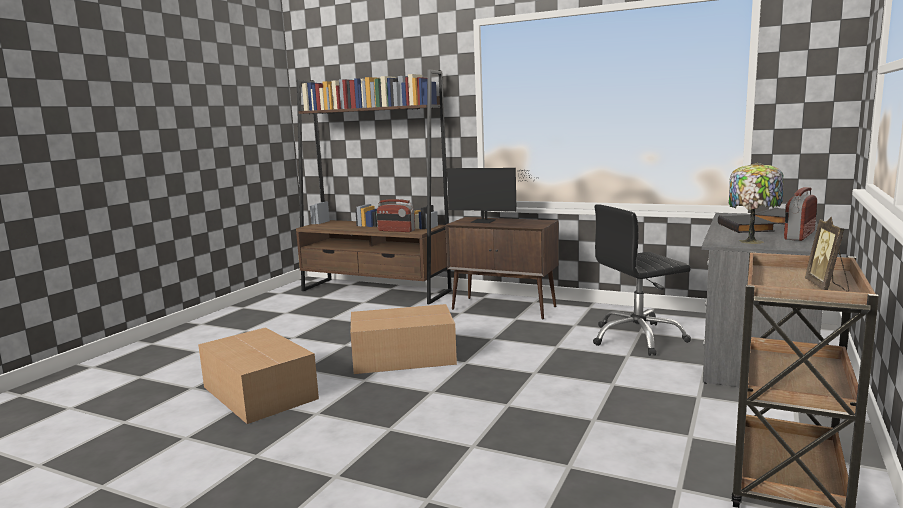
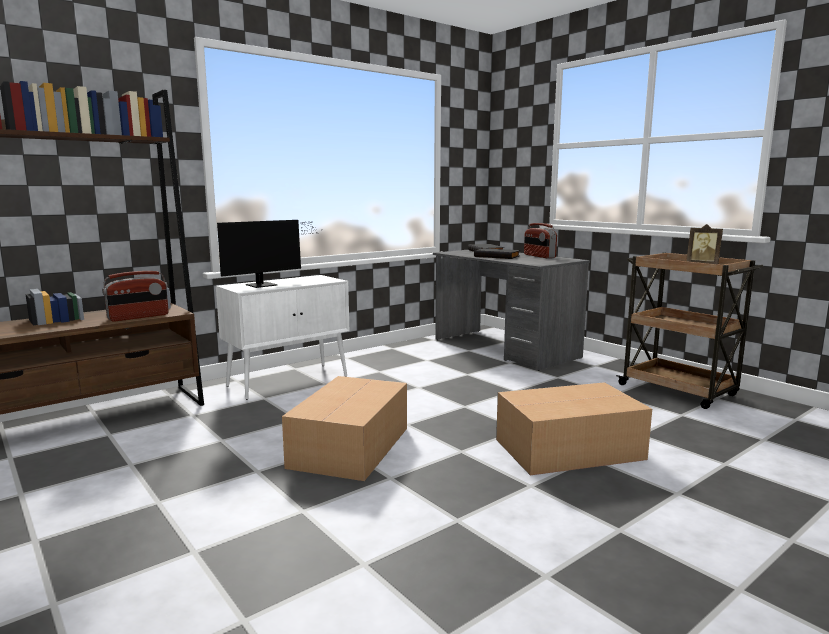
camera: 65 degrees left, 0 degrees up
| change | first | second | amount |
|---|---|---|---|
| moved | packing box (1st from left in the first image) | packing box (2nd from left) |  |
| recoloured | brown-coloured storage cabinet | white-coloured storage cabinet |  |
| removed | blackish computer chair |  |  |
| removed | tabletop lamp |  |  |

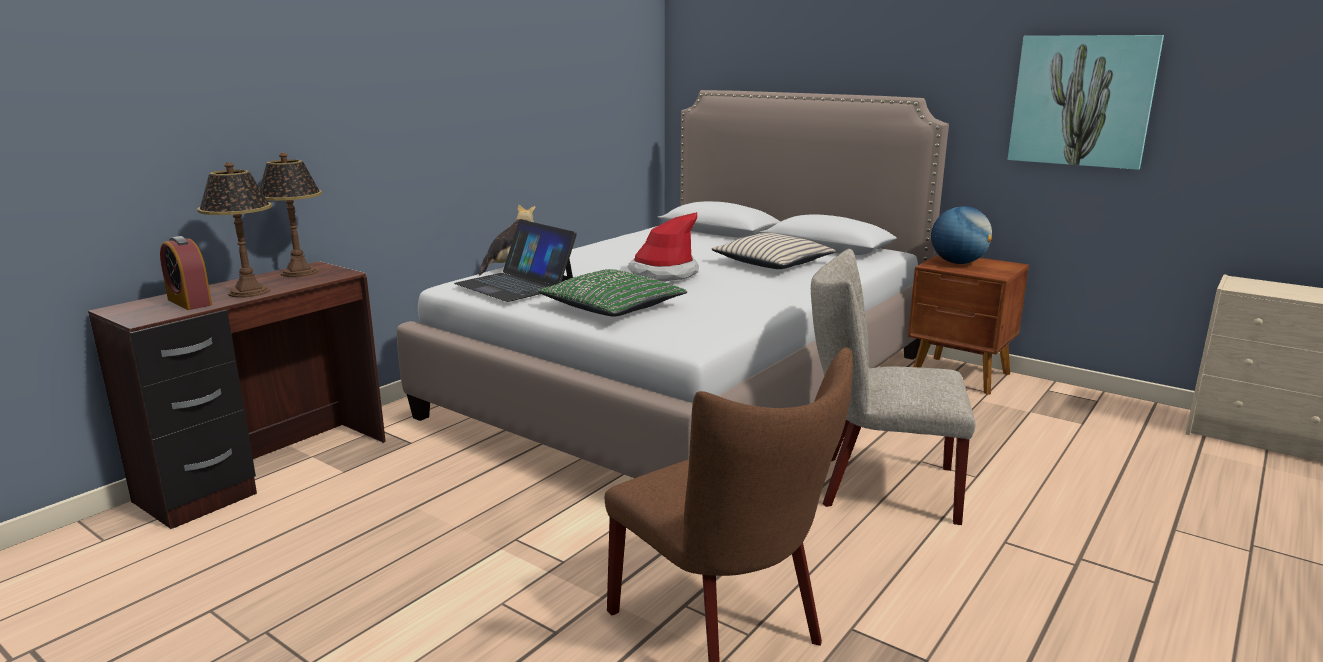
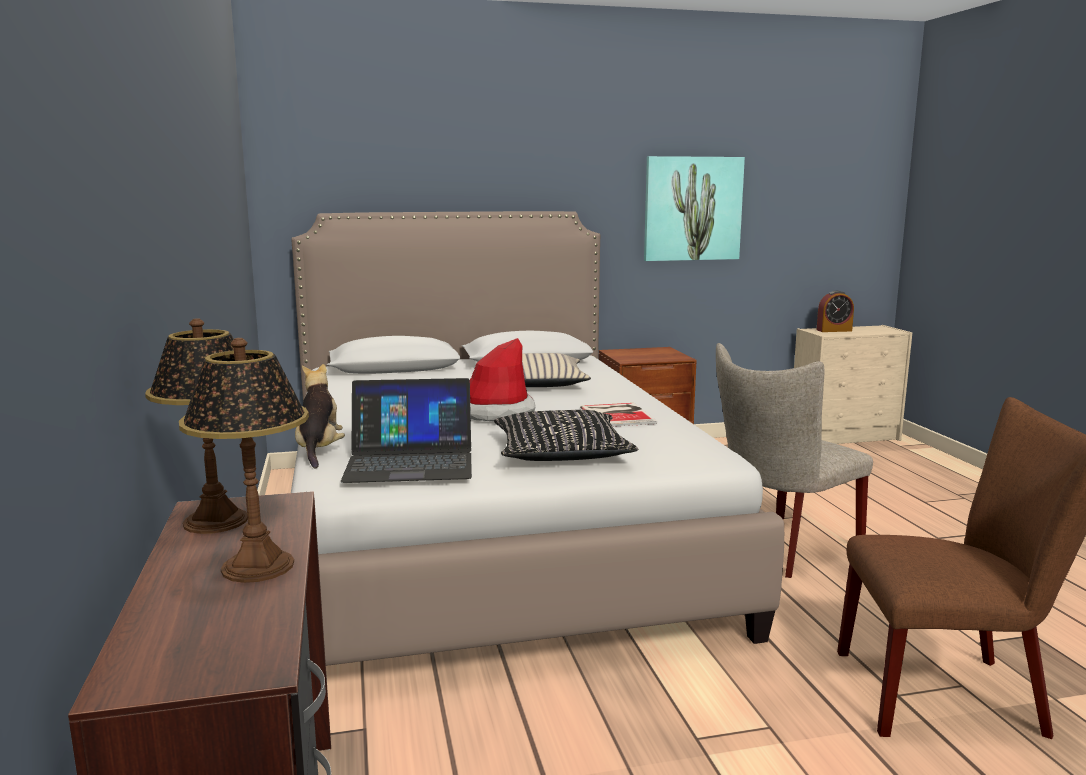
camera: 50 degrees left, 5 degrees down
| change | first | second | amount |
|---|---|---|---|
| moved | alarm clock |  |  |
| recoloured | green-coloured throw pillow | blackish throw pillow |  |
| removed | desk globe |  |  |
| added |  | volume |  |

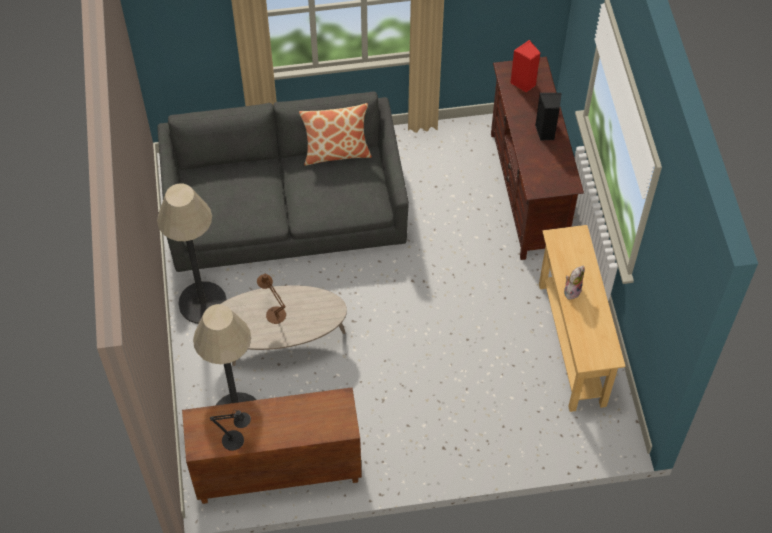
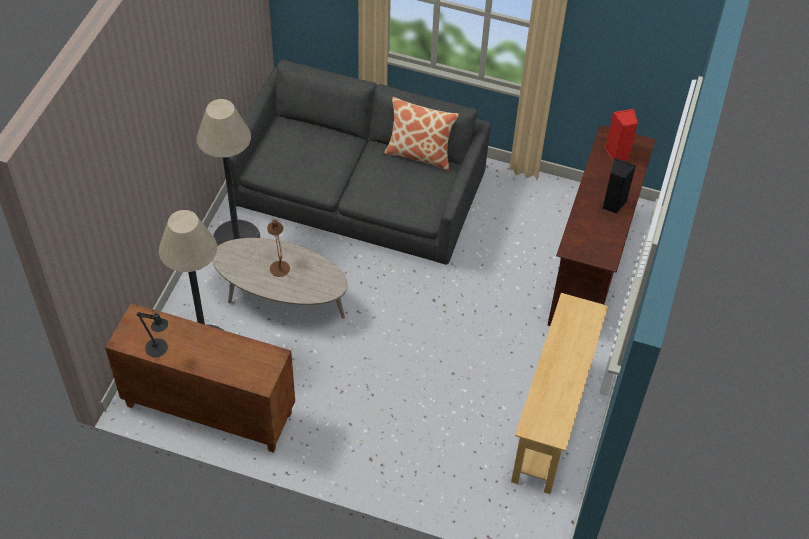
camera: 25 degrees right, 5 degrees down
| change | first | second | amount |
|---|---|---|---|
| removed | plush toy |  |  |

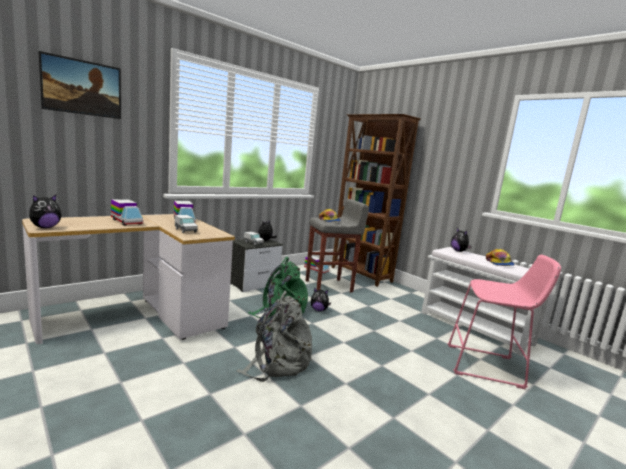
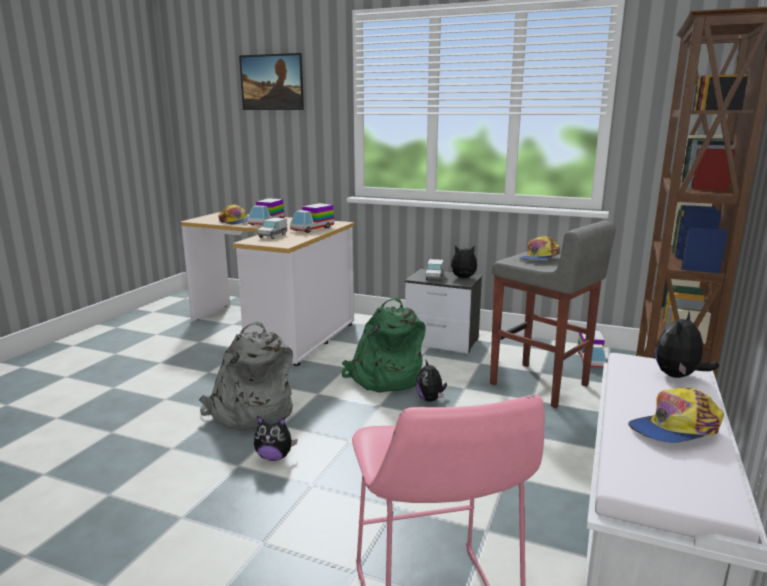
camera: 65 degrees right, 5 degrees up
| change | first | second | amount |
|---|---|---|---|
| moved | plush toy (1st from left) |  |  |
| added |  | peaked cap (1st from left) |  |

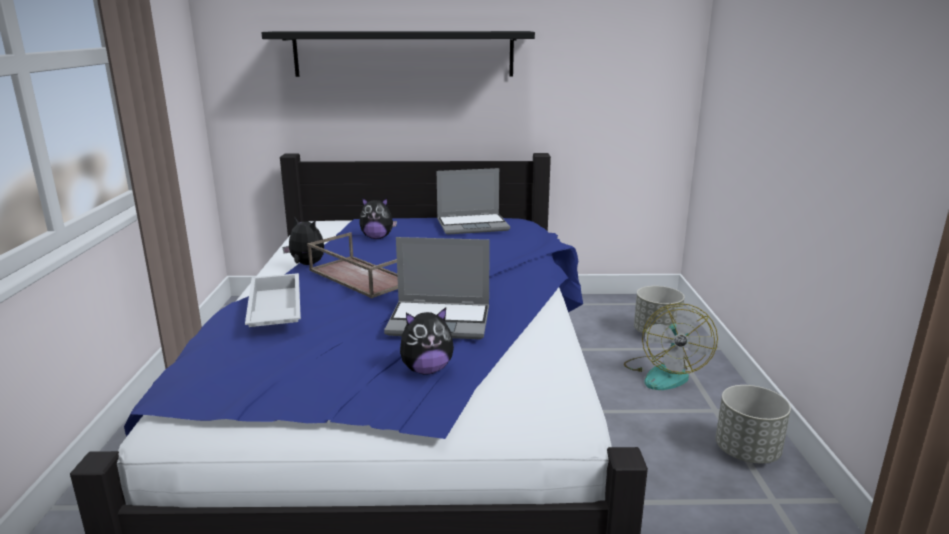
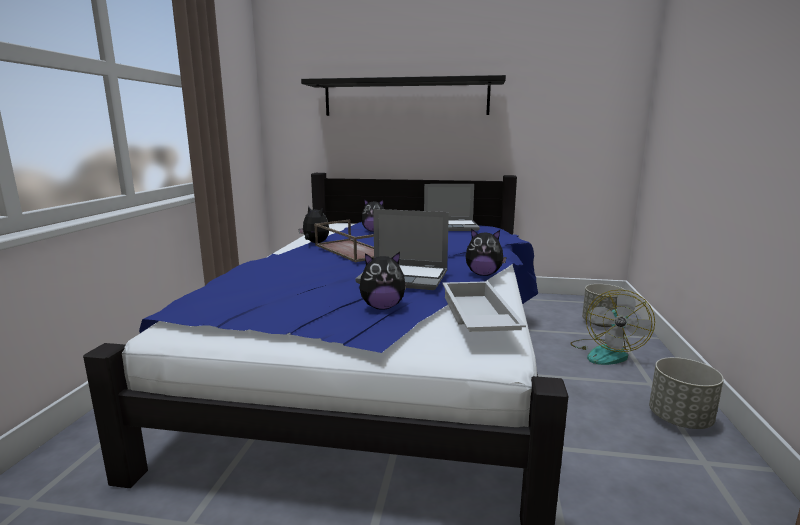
camera: 10 degrees right, 5 degrees down
| change | first | second | amount |
|---|---|---|---|
| moved | white-coloured tray |  |  |
| added |  | plush toy (4th from left) |  |

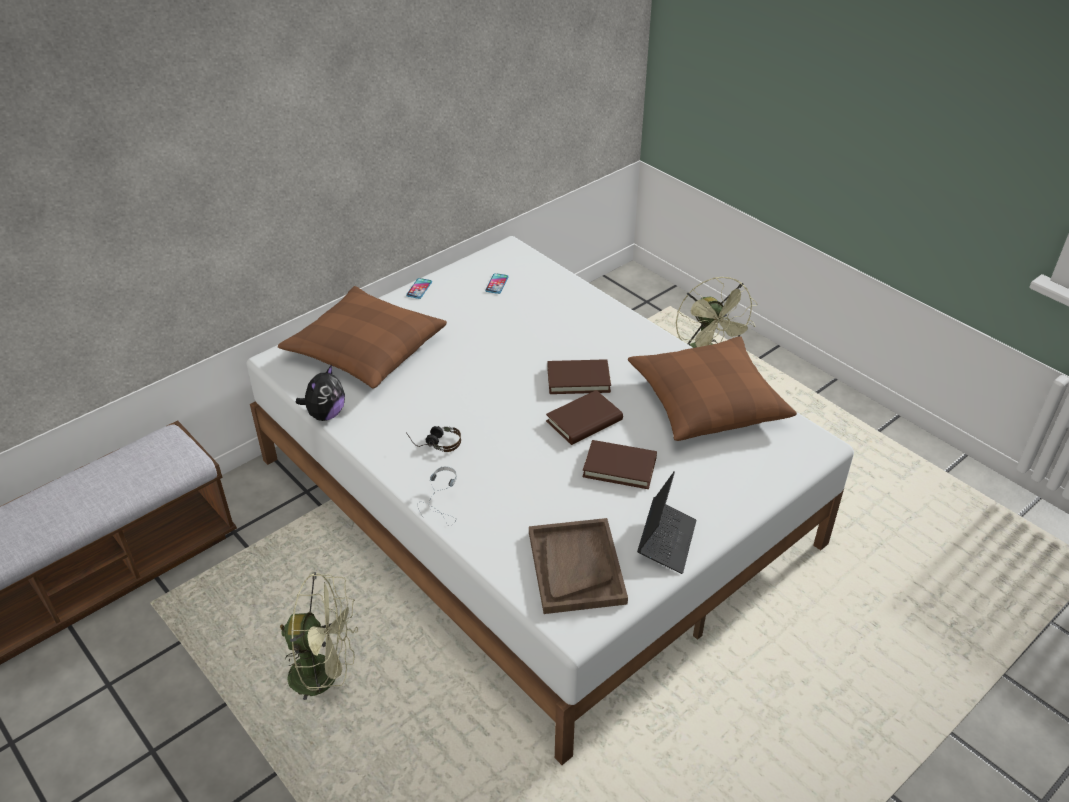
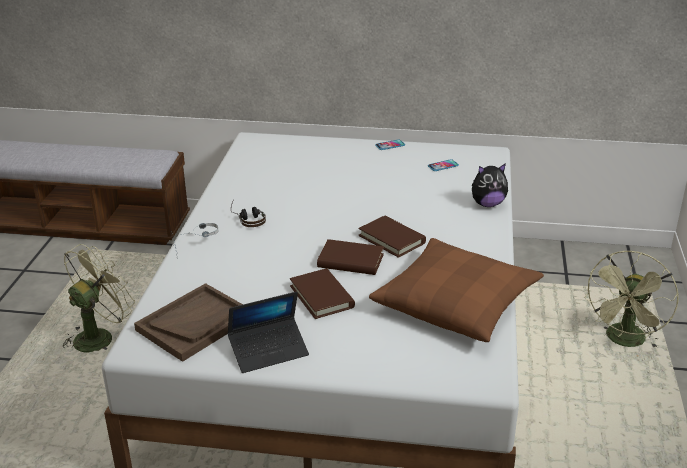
camera: 50 degrees right, 10 degrees down
| change | first | second | amount |
|---|---|---|---|
| removed | brown-coloured throw pillow (1st from left) |  |  |
| turned | green-coloured cooling fan (1st from left) |  | 105 degrees counterclockwise |
| moved | plush toy |  |  |

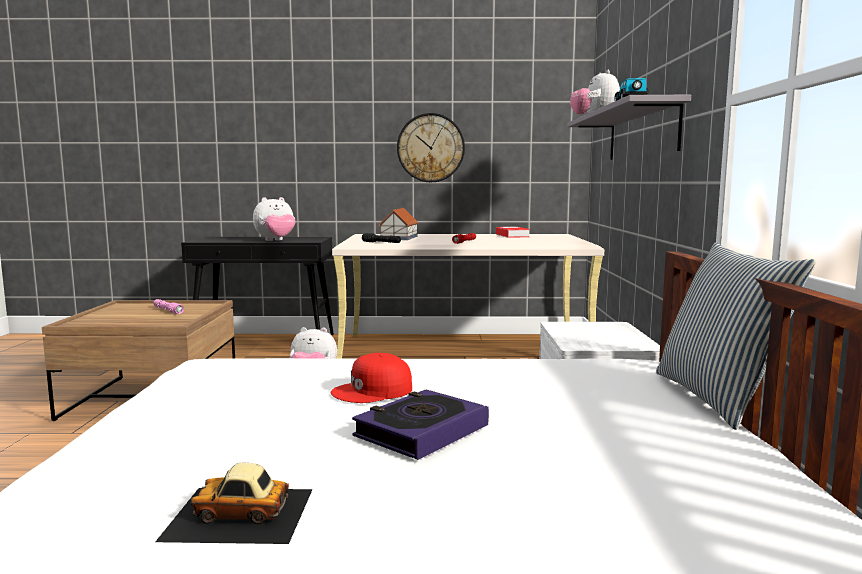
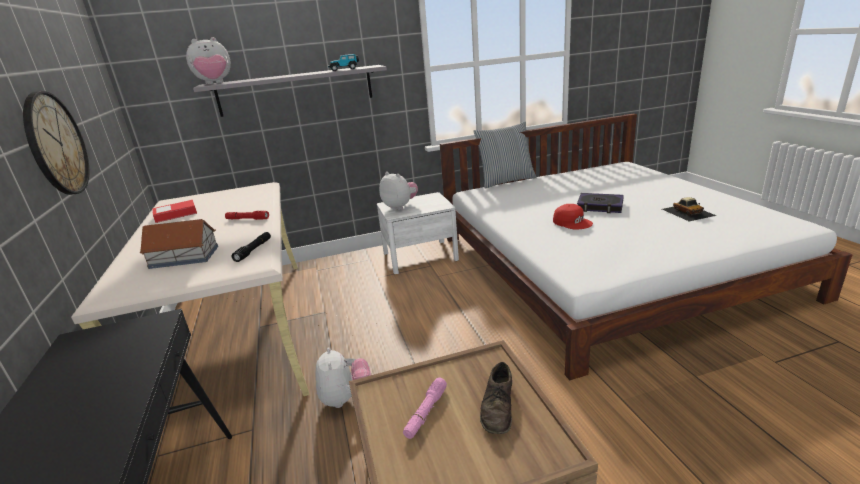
camera: 105 degrees left, 15 degrees up
| change | first | second | amount |
|---|---|---|---|
| moved | plush toy (1st from left in the first image) | plush toy (3rd from left) |  |
| added |  | brown-coloured low shoe |  |

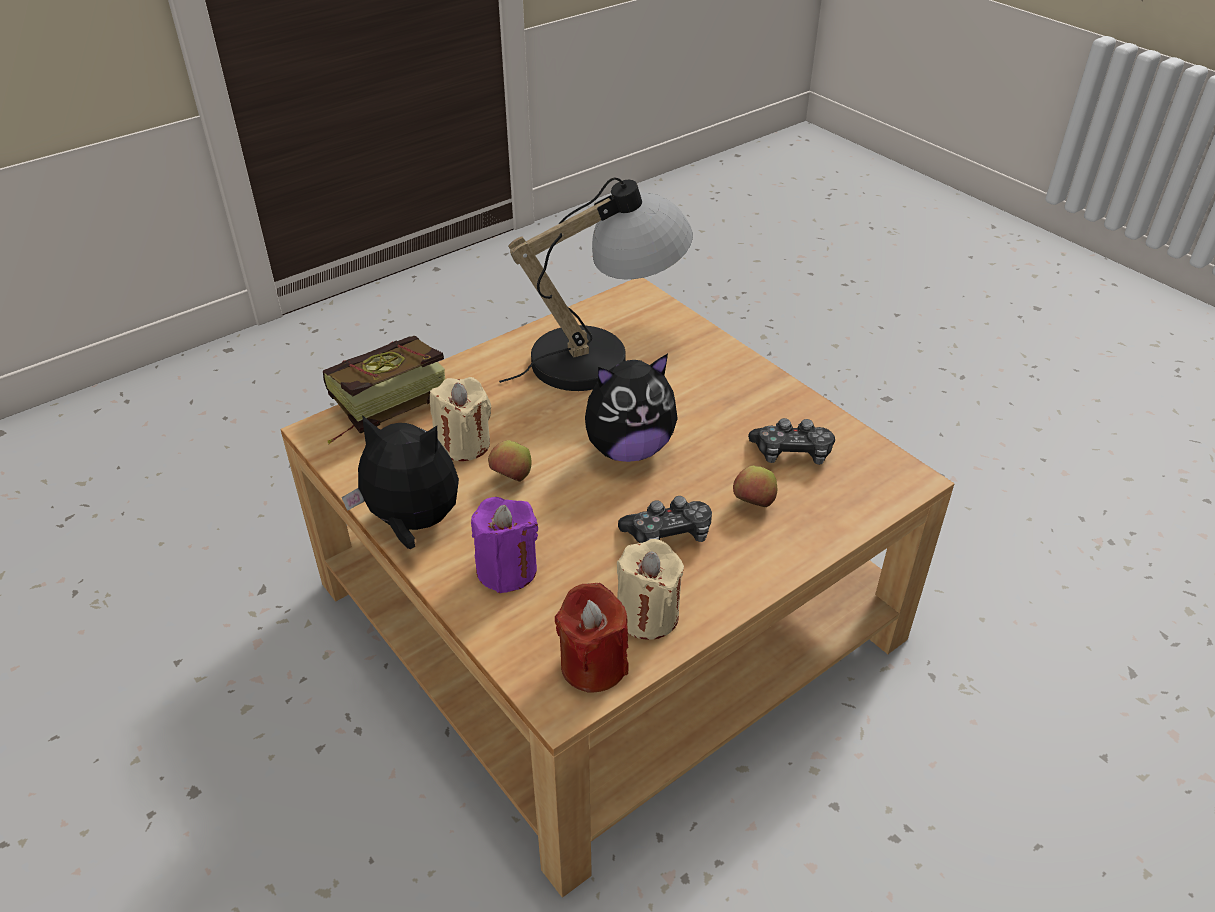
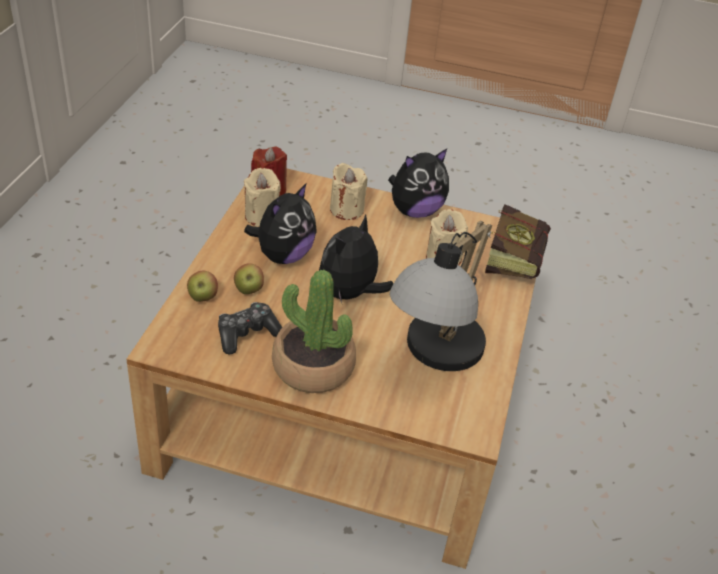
camera: 140 degrees right, 0 degrees up
| change | first | second | amount |
|---|---|---|---|
| recoloured | purple-coloured wax light | beige-coloured wax light (2nd from left) |  |
| moved | apple (1st from left) |  |  |
| replaced | joypad (1st from left) | plush toy (1st from left) |  |
| added |  | houseplant |  |

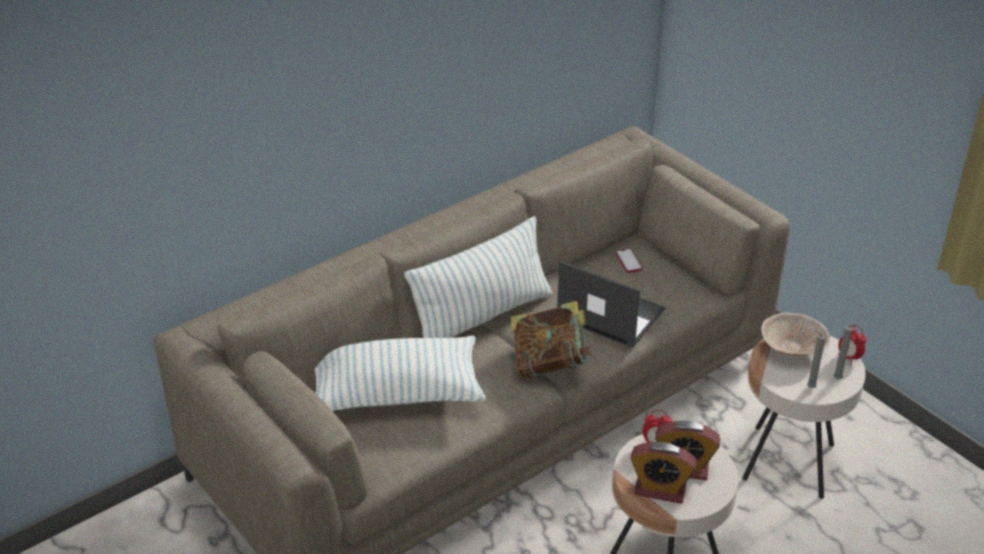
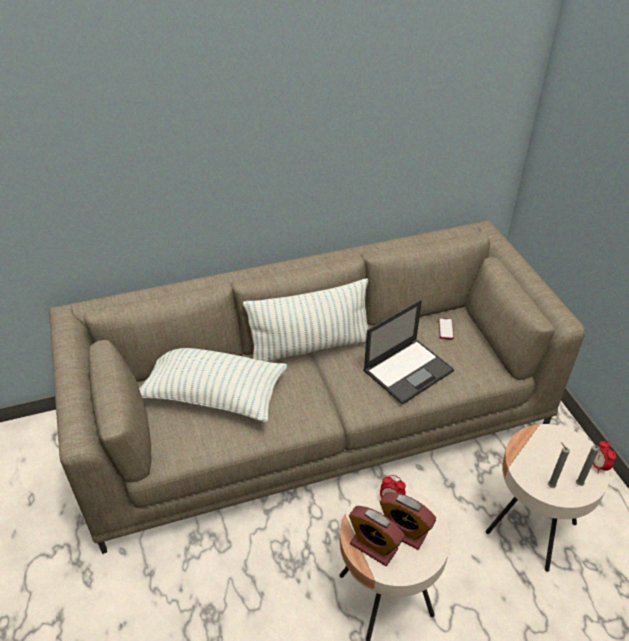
camera: 20 degrees right, 5 degrees up
| change | first | second | amount |
|---|---|---|---|
| removed | volume |  |  |
| turned | notebook computer |  | 90 degrees clockwise |
| removed | beige-coloured serving bowl |  |  |

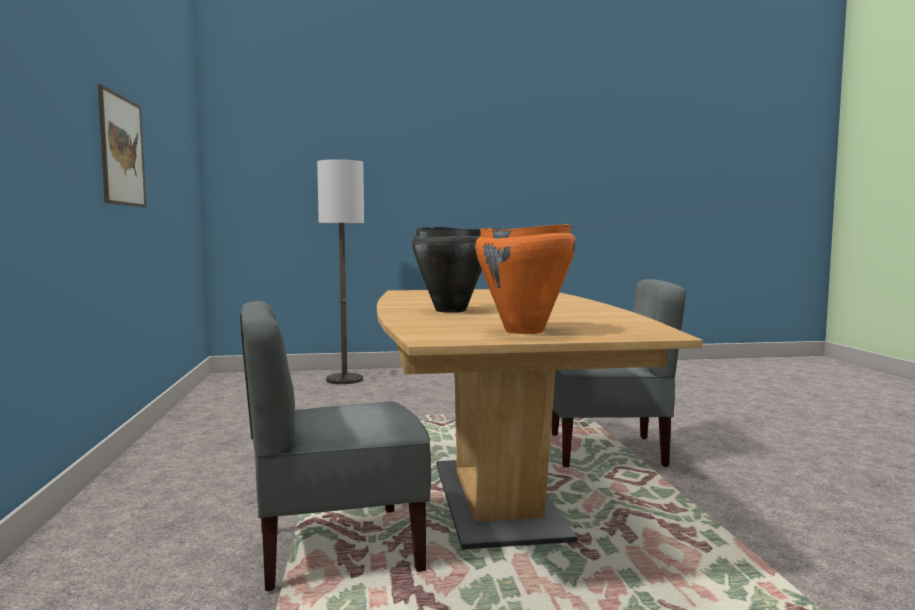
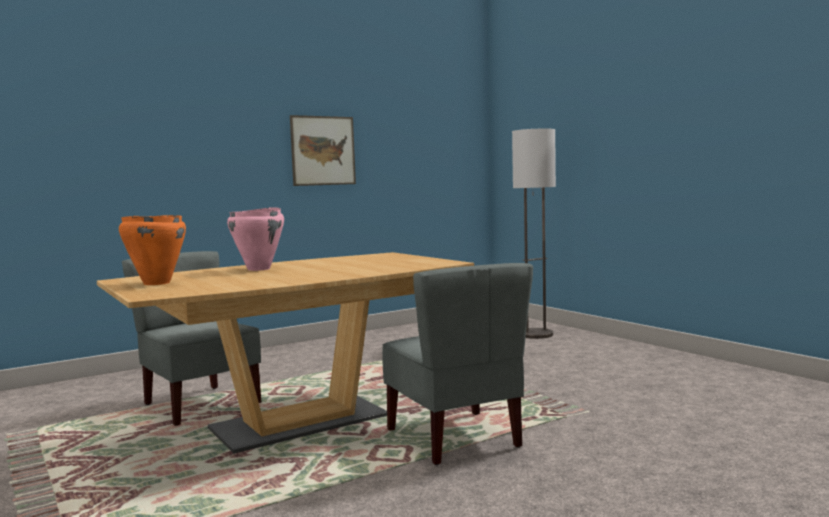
camera: 65 degrees right, 0 degrees up
| change | first | second | amount |
|---|---|---|---|
| recoloured | blackish saucepot | pink saucepot |  |

